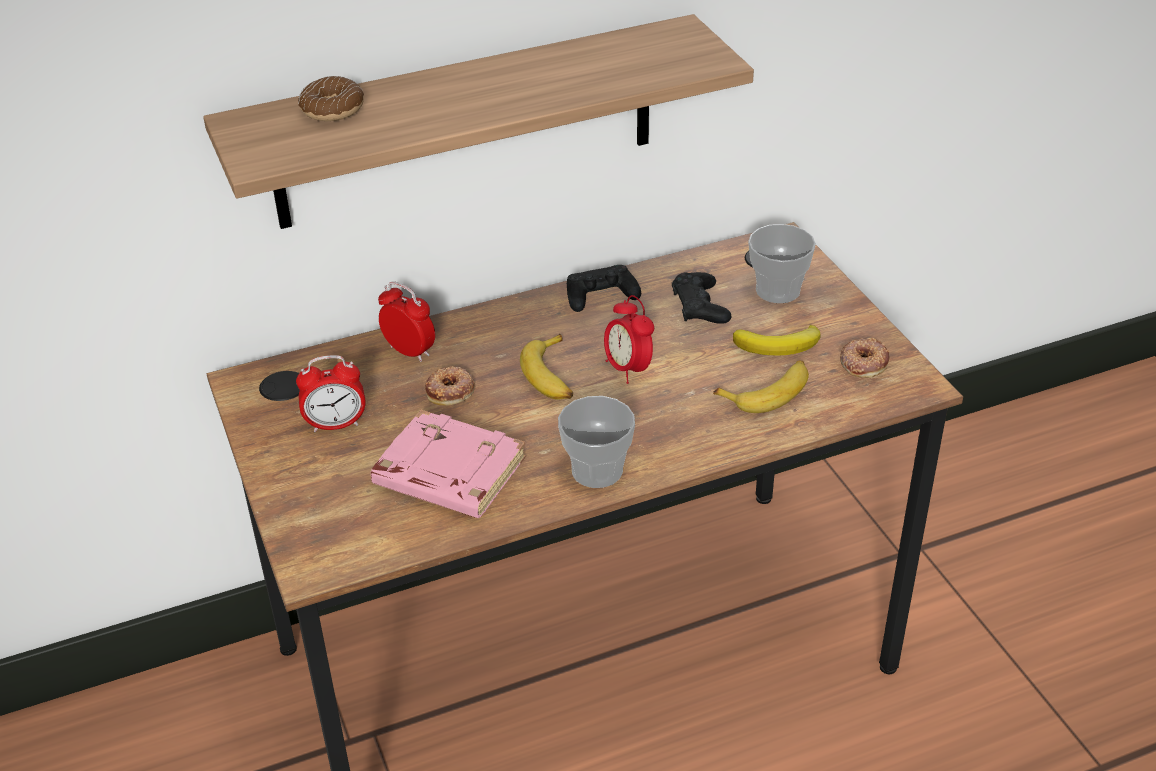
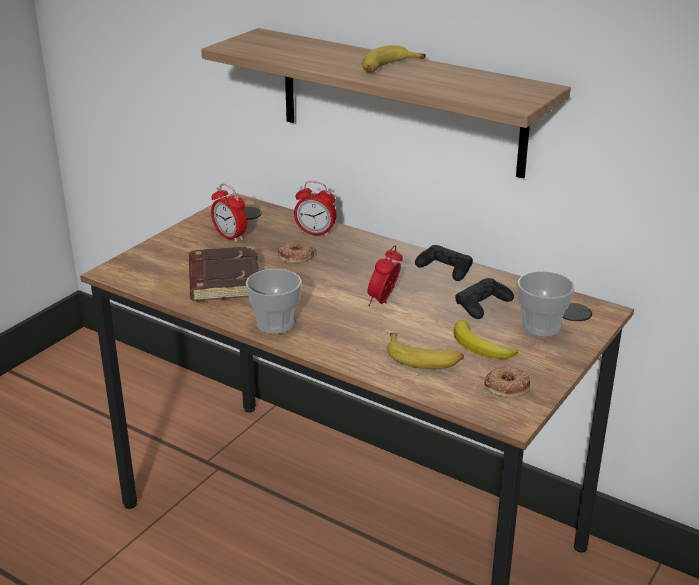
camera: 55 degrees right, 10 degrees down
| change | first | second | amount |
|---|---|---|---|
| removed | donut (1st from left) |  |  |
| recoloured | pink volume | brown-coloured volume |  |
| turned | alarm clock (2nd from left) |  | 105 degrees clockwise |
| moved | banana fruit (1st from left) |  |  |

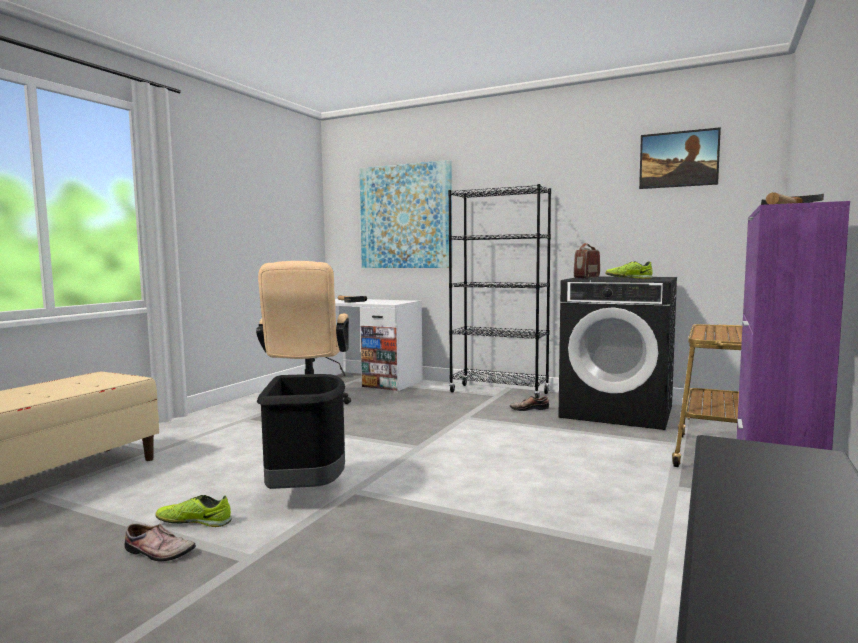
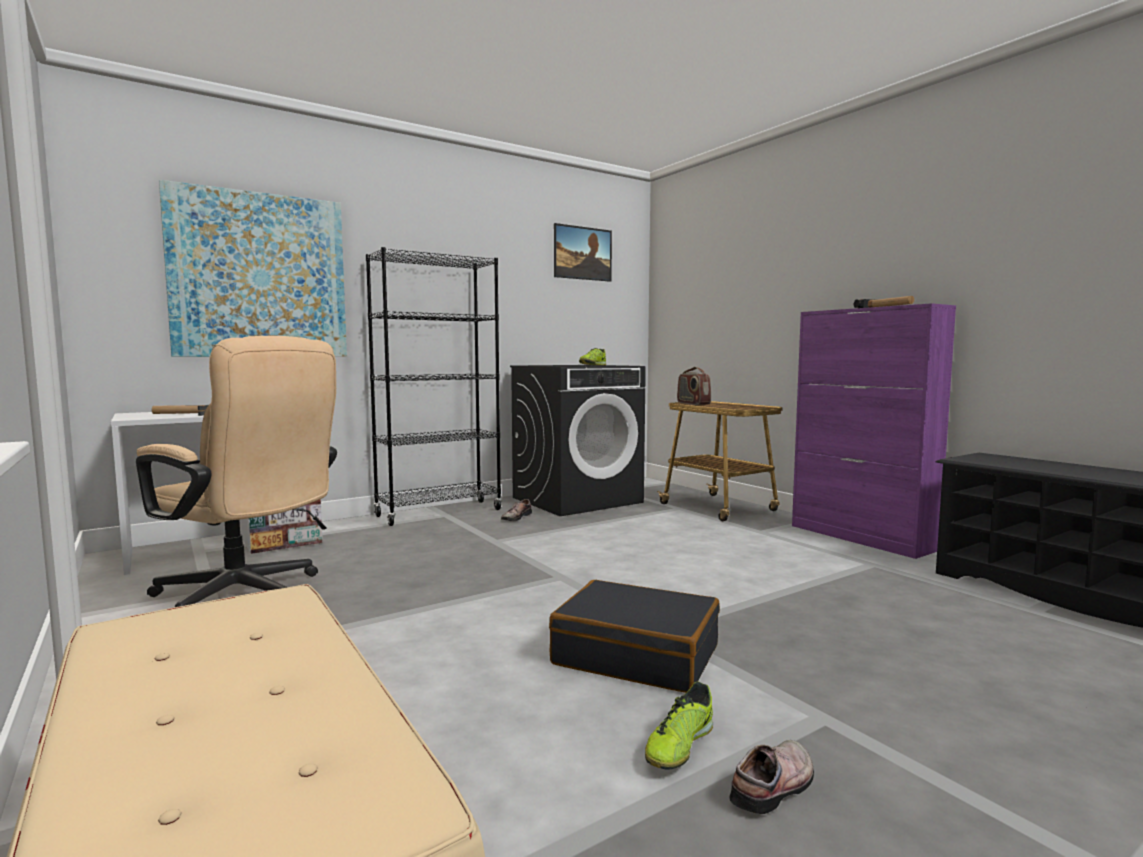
camera: 60 degrees left, 0 degrees up
| change | first | second | amount |
|---|---|---|---|
| replaced | blackish waste bin | blackish piece of luggage |  |
| moved | radio receiver |  |  |

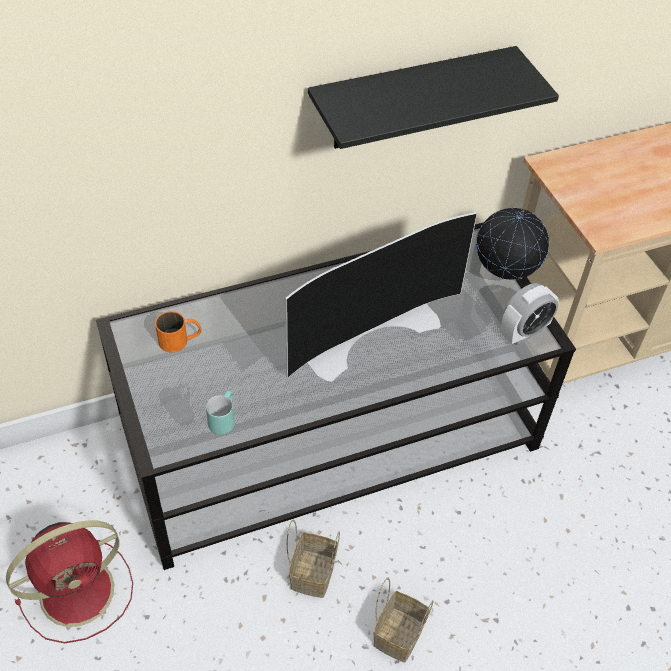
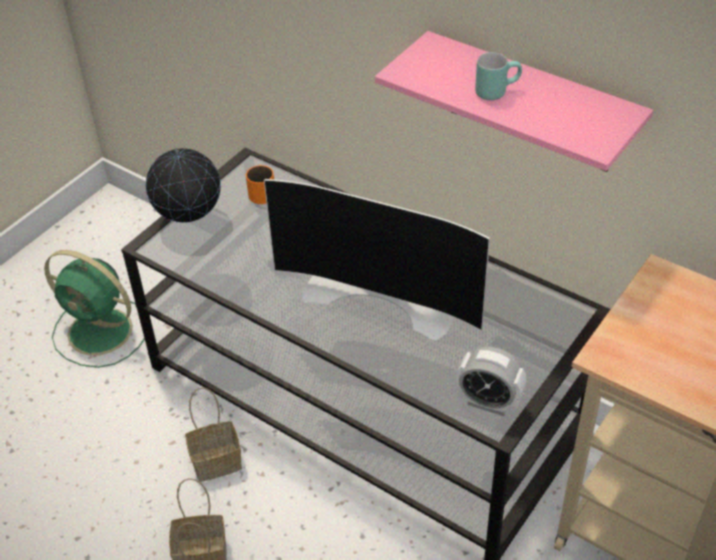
camera: 60 degrees right, 5 degrees down
| change | first | second | amount |
|---|---|---|---|
| recoloured | red cooling fan | green-coloured cooling fan |  |
| moved | turquoise-coloured mug |  |  |
| recoloured | blackish bracket shelf | pink bracket shelf |  |
| moved | desk globe |  |  |

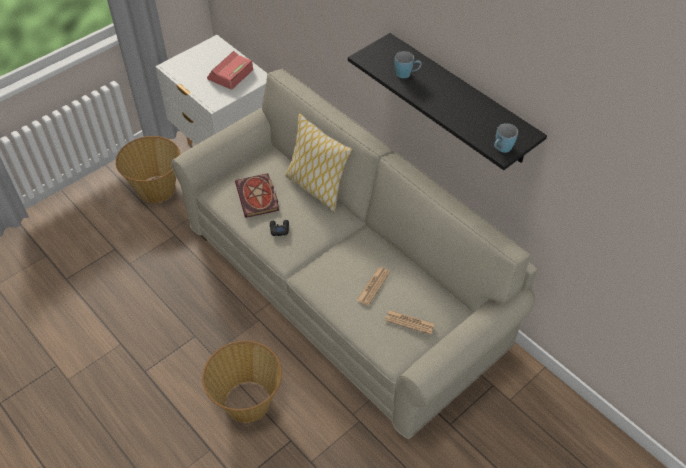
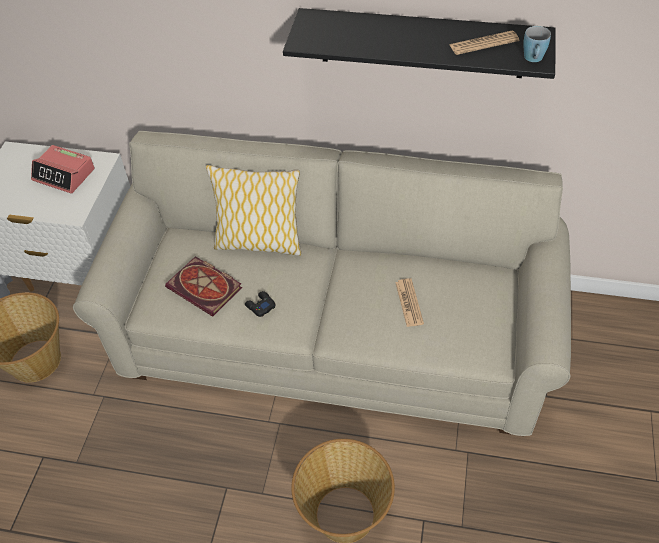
camera: 35 degrees left, 0 degrees up
| change | first | second | amount |
|---|---|---|---|
| turned | alarm clock |  | 60 degrees counterclockwise |
| moved | printed paper (2nd from left) |  |  |
| removed | blue mug (1st from left) |  |  |

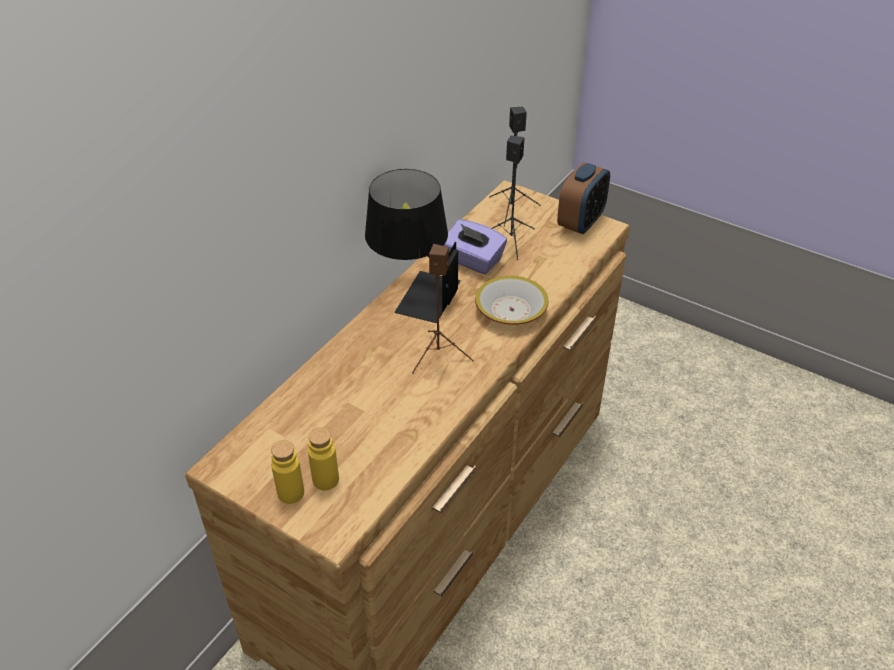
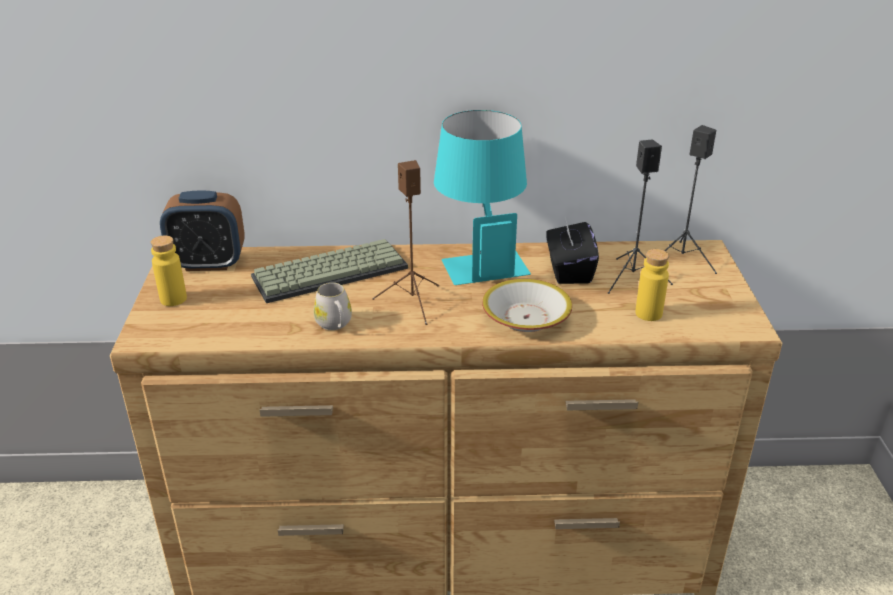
camera: 55 degrees right, 10 degrees down
| change | first | second | amount |
|---|---|---|---|
| moved | yellow drink bottle (2nd from left) |  |  |
| recoloured | blackish tabletop lamp | turquoise-coloured tabletop lamp |  |
| recoloured | purple-coloured tissue holder | blackish tissue holder |  |
| moved | alarm clock |  |  |
| added |  | computer keyboard |  |
| added |  | white-coloured mug |  |

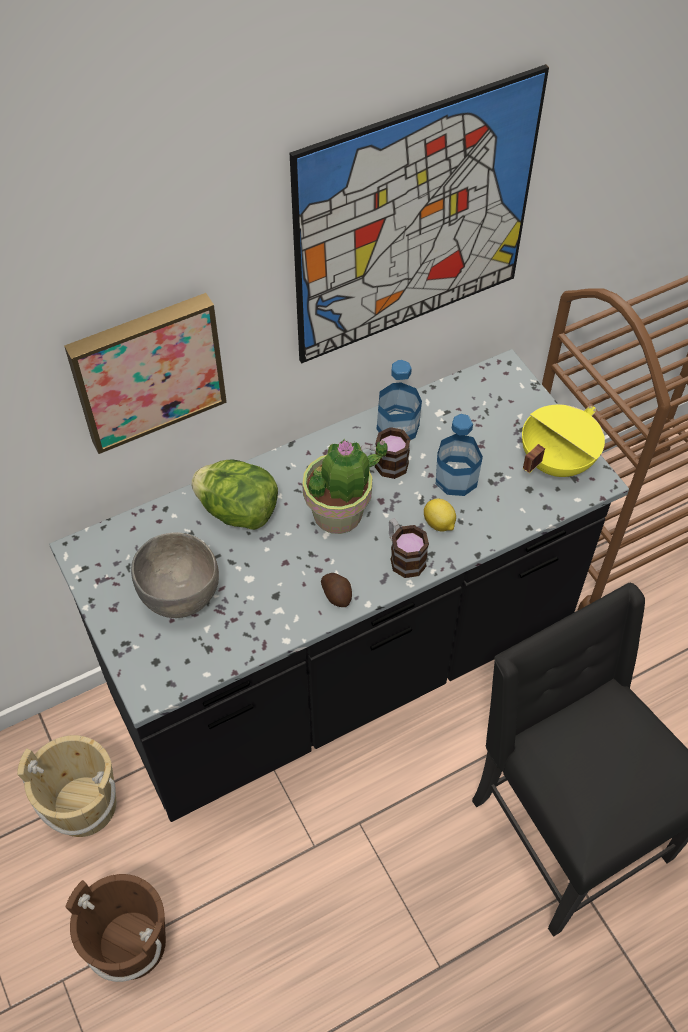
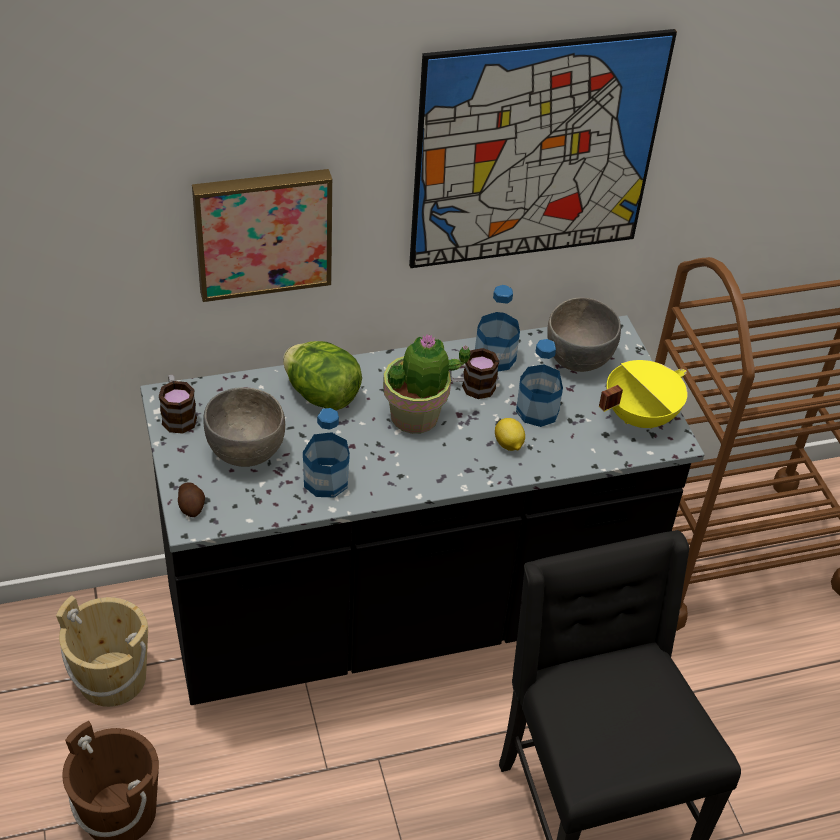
camera: 10 degrees right, 10 degrees down
| change | first | second | amount |
|---|---|---|---|
| moved | whole potato |  |  |
| moved | mug (2nd from left in the first image) | mug (1st from left) |  |
| added |  | drink bottle (1st from left) |  |
| added |  | greyish serving bowl (2nd from left) |  |

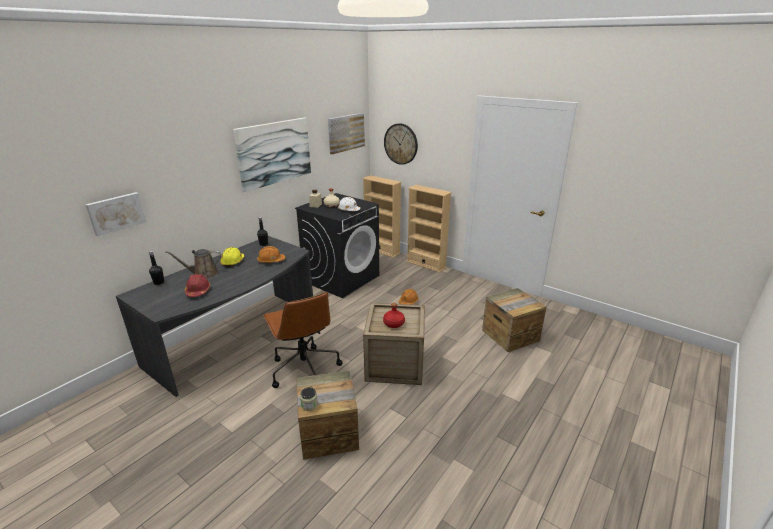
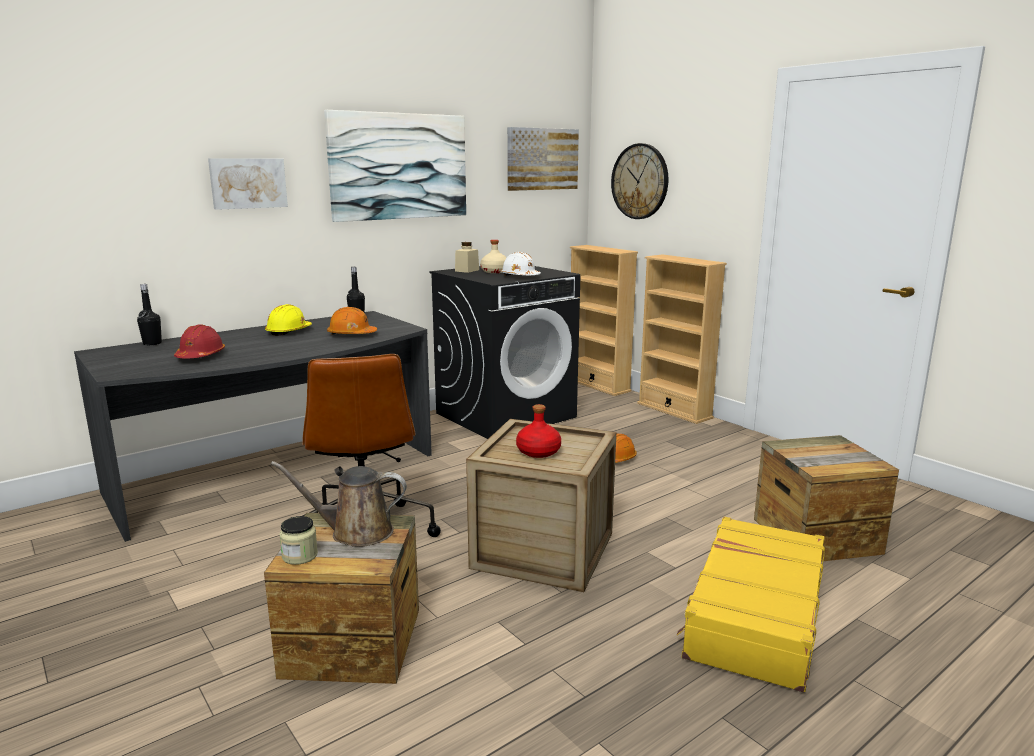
camera: 15 degrees right, 10 degrees down
| change | first | second | amount |
|---|---|---|---|
| moved | wall picture (1st from left) |  |  |
| moved | brown-coloured watering pot |  |  |
| added |  | yellow piece of luggage |  |

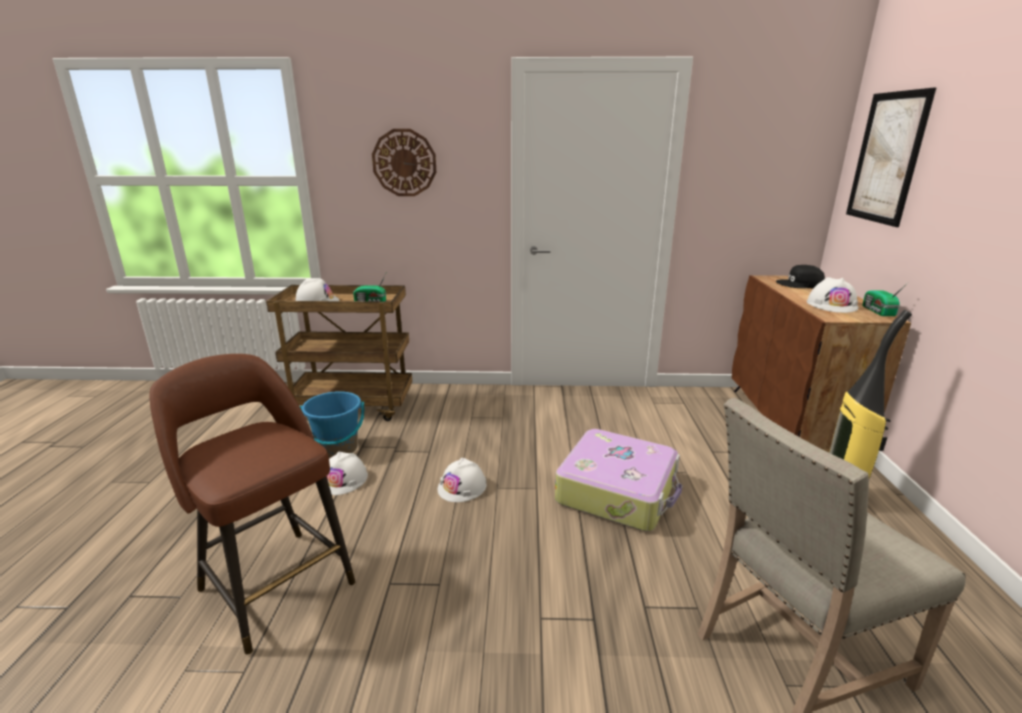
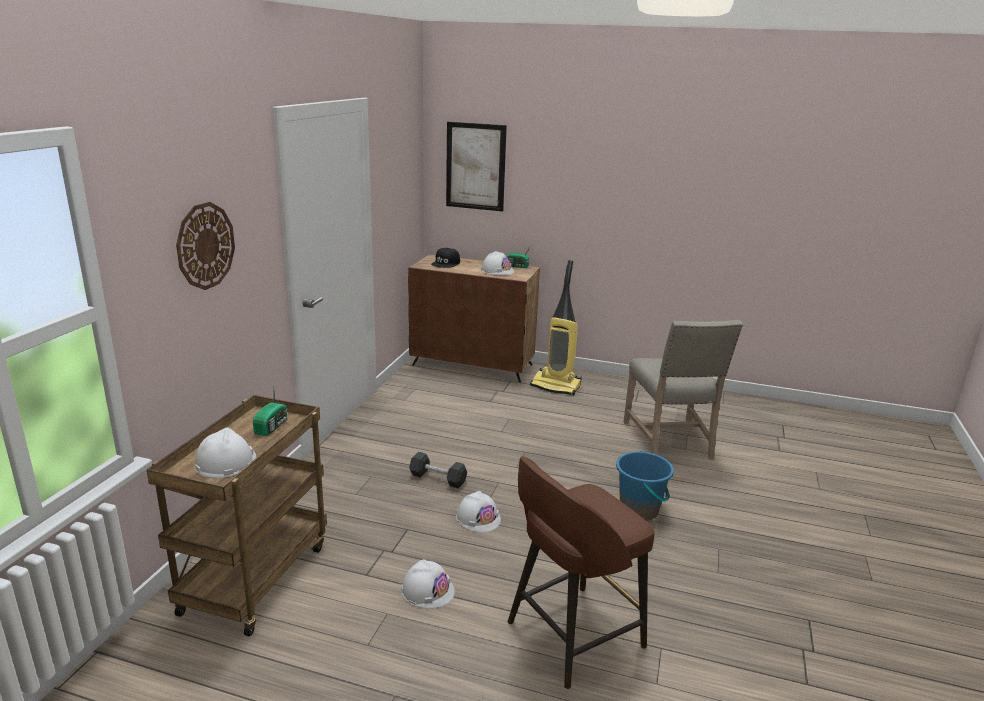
camera: 75 degrees left, 0 degrees up
| change | first | second | amount |
|---|---|---|---|
| moved | blue bucket |  |  |
| removed | piece of luggage |  |  |
| added |  | blackish dumbbell |  |

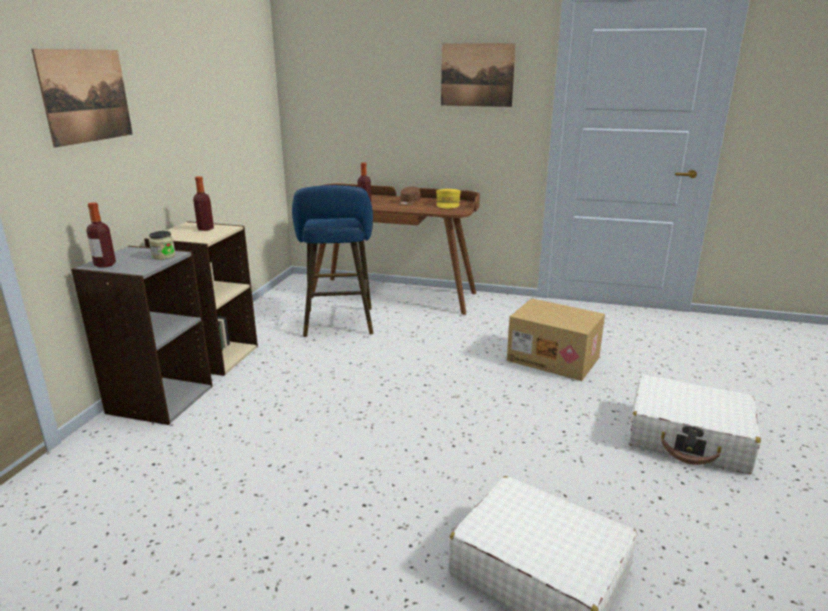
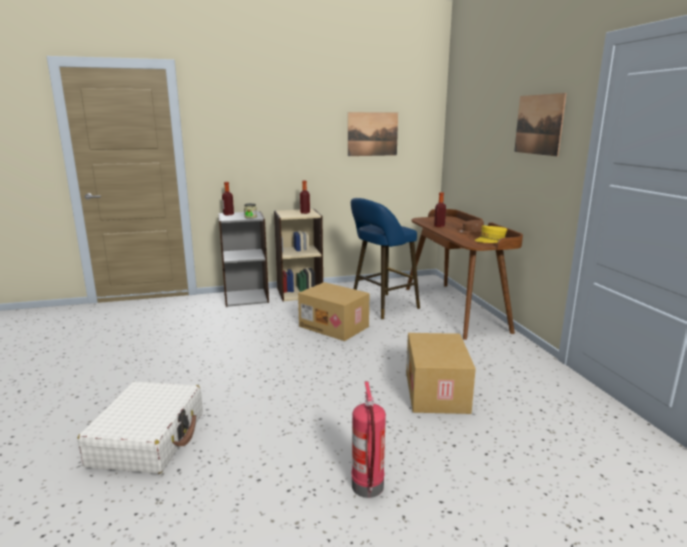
camera: 60 degrees right, 5 degrees down
| change | first | second | amount |
|---|---|---|---|
| moved | wall picture (1st from left) |  |  |
| replaced | white-coloured piece of luggage (2nd from left) | fire-fighting cylinder |  |
| added |  | packing box (1st from left) |  |

